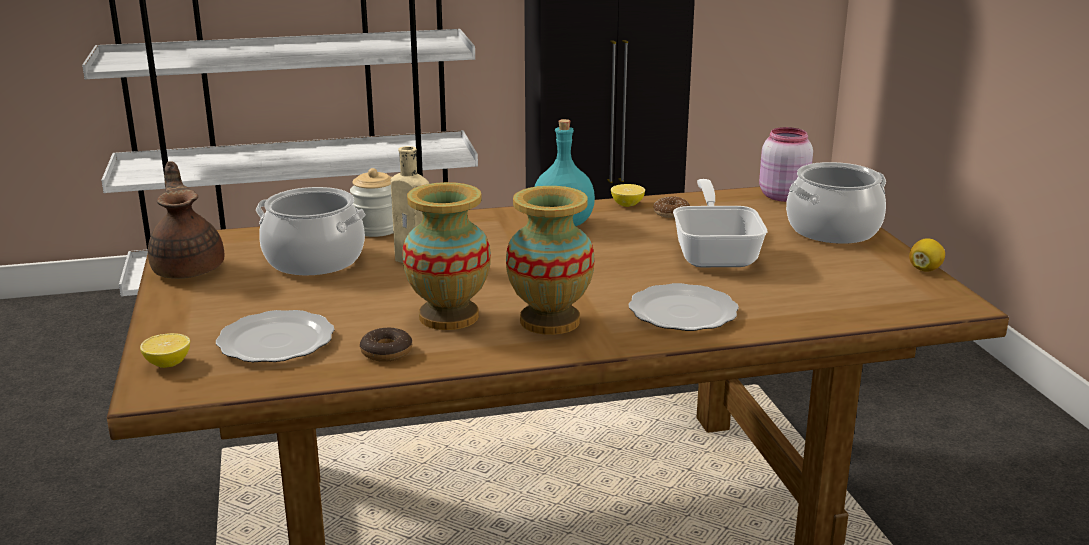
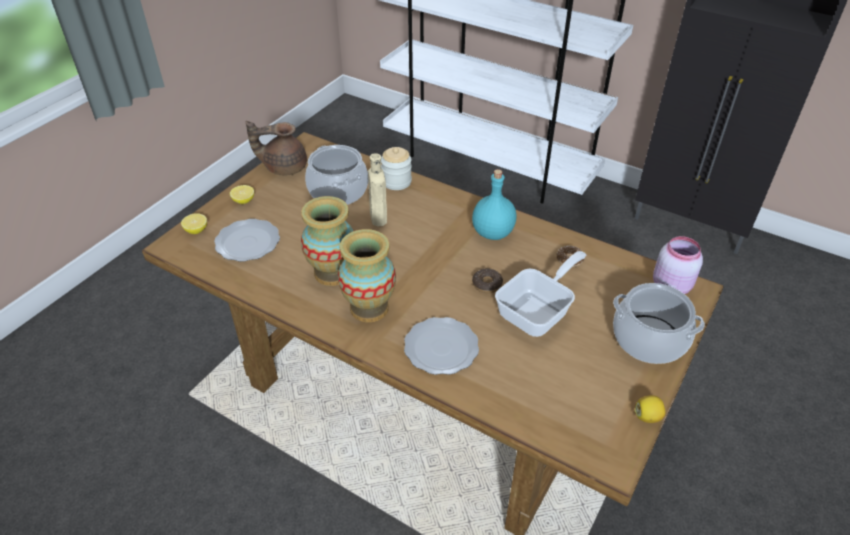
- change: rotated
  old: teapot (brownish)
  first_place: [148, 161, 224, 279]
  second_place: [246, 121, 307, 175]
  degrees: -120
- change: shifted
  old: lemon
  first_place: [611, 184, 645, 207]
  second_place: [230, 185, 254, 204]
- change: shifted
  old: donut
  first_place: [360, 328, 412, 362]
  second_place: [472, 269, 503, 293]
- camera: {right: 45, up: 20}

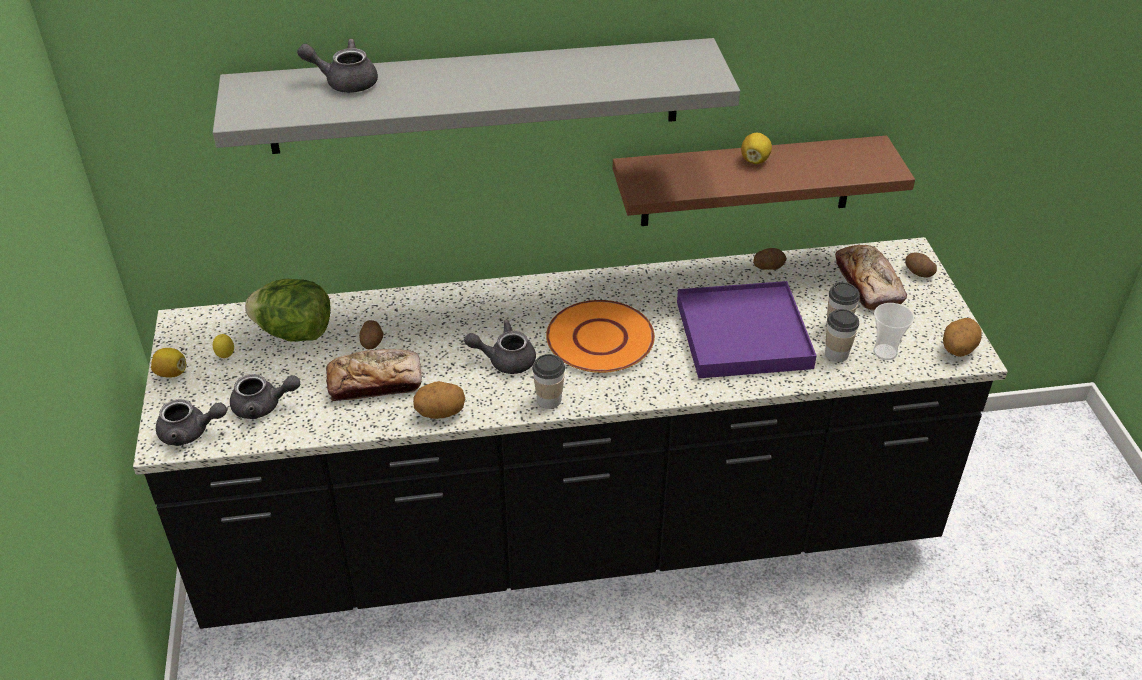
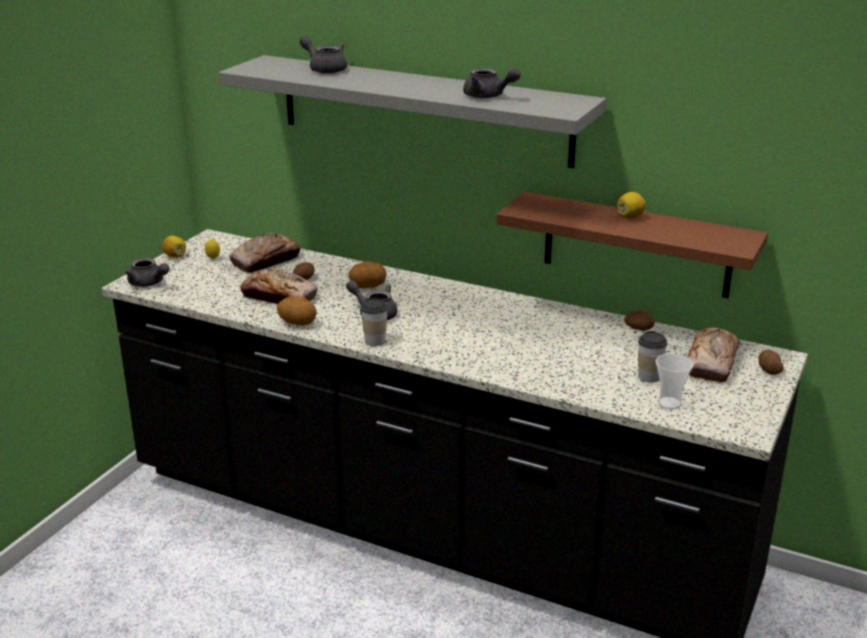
- change: swapped
  old: head of lettuce
  new: bakery bread
  first_place: [245, 279, 331, 342]
  second_place: [229, 233, 301, 273]
- change: gone
  old: carrying tray (purple-coloured)
  first_place: [677, 281, 817, 378]
- change: gone
  old: flat dish (orange)
  first_place: [546, 300, 655, 373]
- change: gone
  old: drinking cup
  first_place: [825, 309, 859, 362]
- change: shifted
  old: spud
  first_place: [943, 318, 982, 357]
  second_place: [348, 261, 387, 289]
- change: shifted
  old: teapot (gray)
  first_place: [230, 374, 300, 419]
  second_place: [463, 68, 521, 98]
- camera: {right: 35, up: -15}

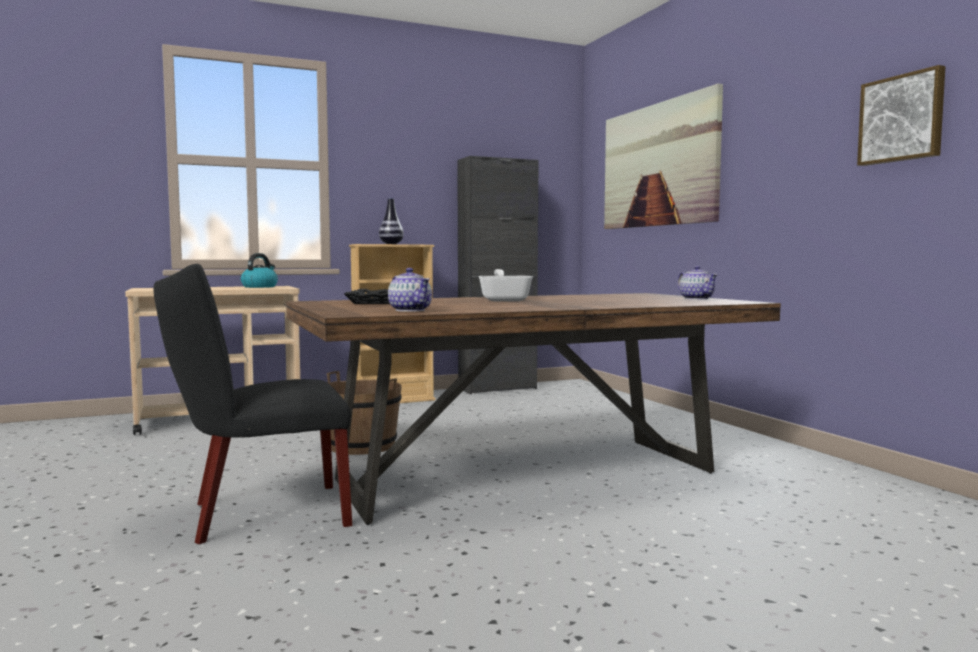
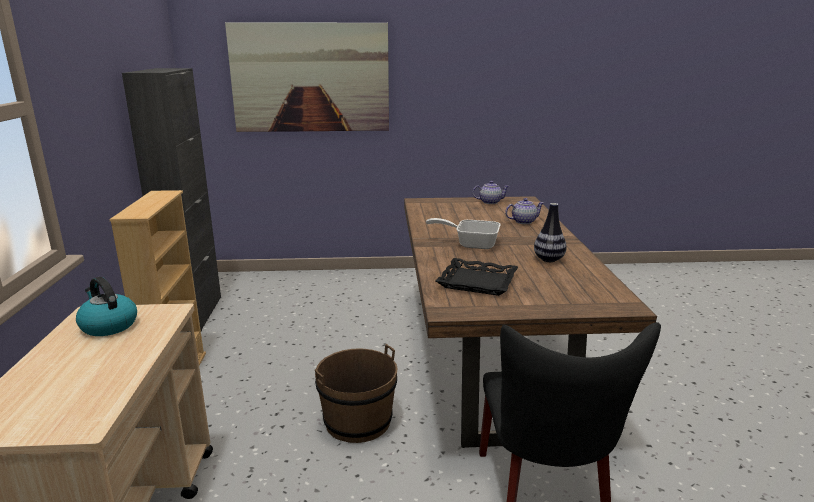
- change: gone
  old: wall picture
  first_place: [857, 65, 946, 166]
- change: shifted
  old: flower vase
  first_place: [379, 198, 404, 244]
  second_place: [534, 203, 566, 262]
- change: shifted
  old: teapot
  first_place: [388, 268, 432, 312]
  second_place: [505, 198, 544, 224]
- camera: {right: -70, up: 15}

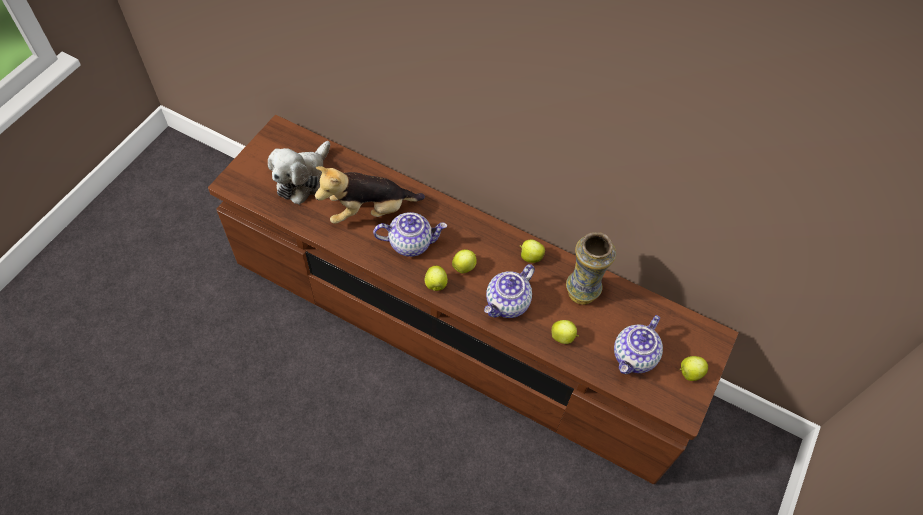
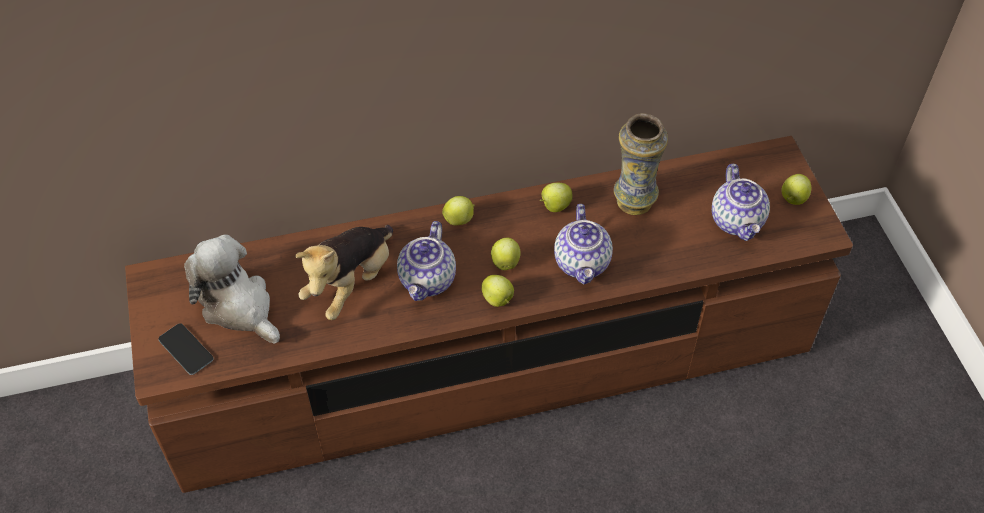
- change: rotated
  old: cuddly toy
  first_place: [268, 141, 330, 204]
  second_place: [184, 235, 280, 344]
  degrees: 150
- change: rotated
  old: teapot
  first_place: [373, 212, 447, 257]
  second_place: [397, 221, 456, 301]
  degrees: 150
- change: shifted
  old: apple
  first_place: [552, 320, 579, 344]
  second_place: [442, 196, 475, 225]
- change: new
  new: telephone
  second_place: [158, 324, 213, 375]
- camera: {right: -40, up: -5}

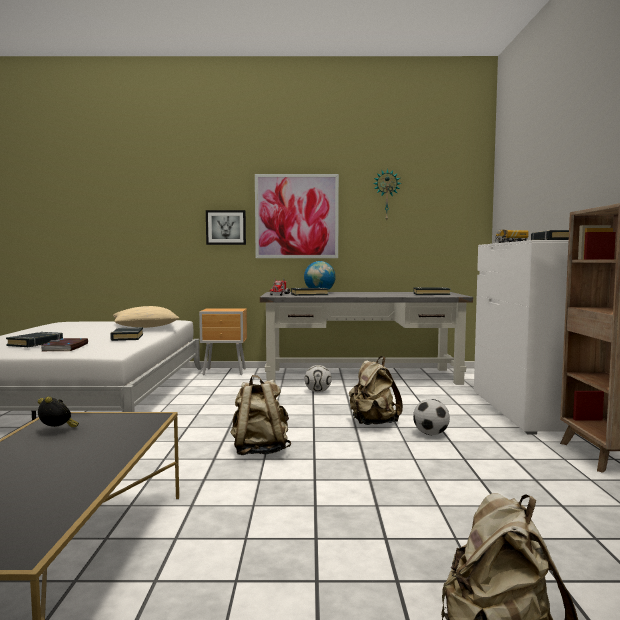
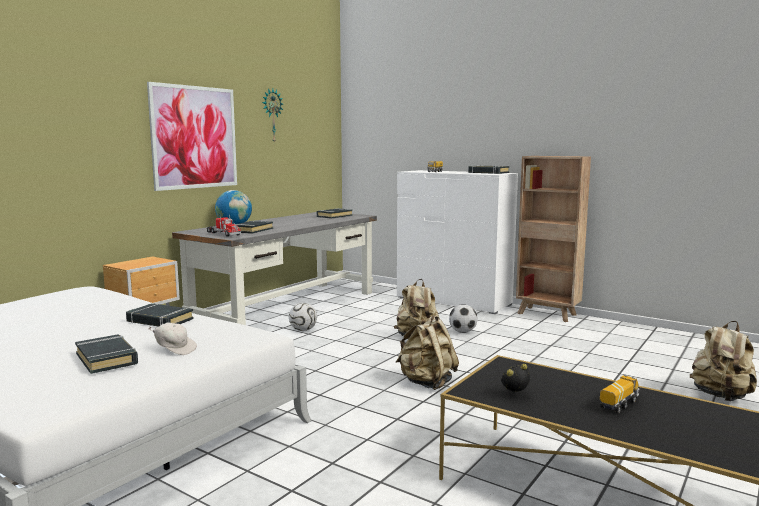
- change: gone
  old: wall picture
  first_place: [206, 210, 246, 245]
- change: gone
  old: pillow (beige)
  first_place: [113, 306, 179, 328]
- change: swapped
  old: book
  new: cap (white)
  first_place: [40, 338, 88, 351]
  second_place: [149, 322, 197, 355]
- change: new
  new: model truck
  second_place: [600, 375, 640, 414]
- camera: {right: -55, up: 5}

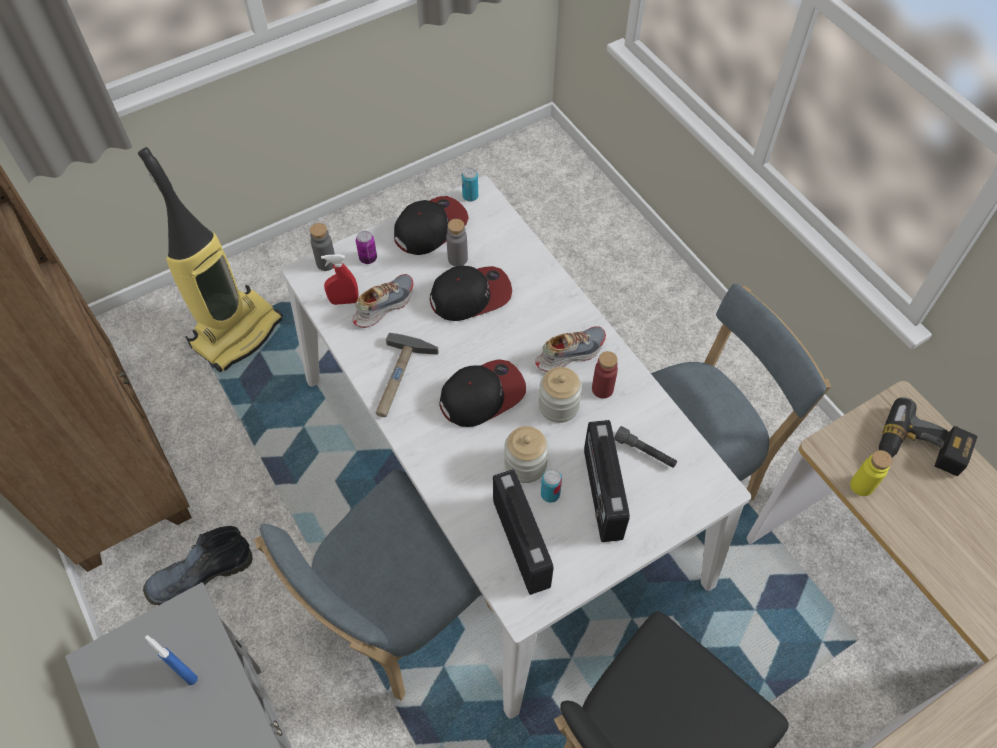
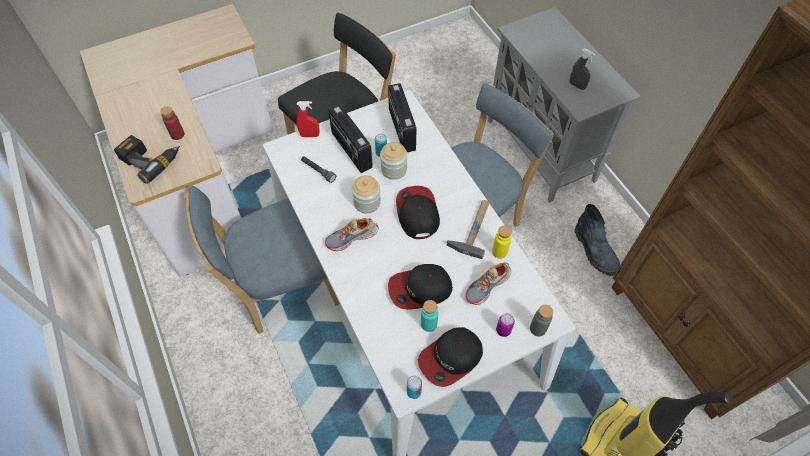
- change: repainted
  old: beverage bottle (gray)
  new: beverage bottle (turquoise-coloured)
  first_place: [446, 219, 468, 267]
  second_place: [421, 300, 438, 332]
- change: shifted
  old: spray bottle (red-coloured)
  first_place: [321, 254, 359, 305]
  second_place: [296, 101, 320, 137]
- change: shifted
  old: beverage bottle (red-coloured)
  first_place: [592, 351, 618, 399]
  second_place: [160, 106, 184, 140]
- change: rotated
  old: cap
  first_place: [440, 359, 526, 427]
  second_place: [396, 186, 440, 239]
  degrees: 105
- change: rotated
  old: radio receiver
  first_place: [584, 420, 630, 542]
  second_place: [328, 105, 373, 173]
  degrees: 150
- change: shifted
  old: beverage bottle (yellowish)
  first_place: [850, 450, 892, 496]
  second_place: [492, 226, 512, 259]
- change: rotated
  old: tall boot
  first_place: [143, 526, 252, 605]
  second_place: [574, 204, 620, 276]
  degrees: 90
- change: repainted
  old: spray bottle (blue)
  new: spray bottle (gray)
  first_place: [145, 635, 198, 685]
  second_place: [569, 49, 596, 90]
- camera: {right: -175, up: 0}

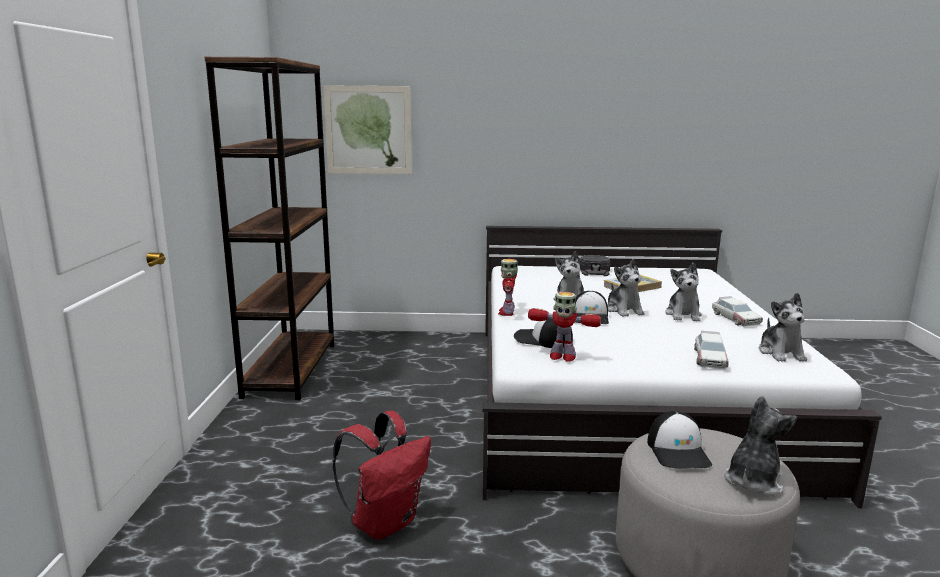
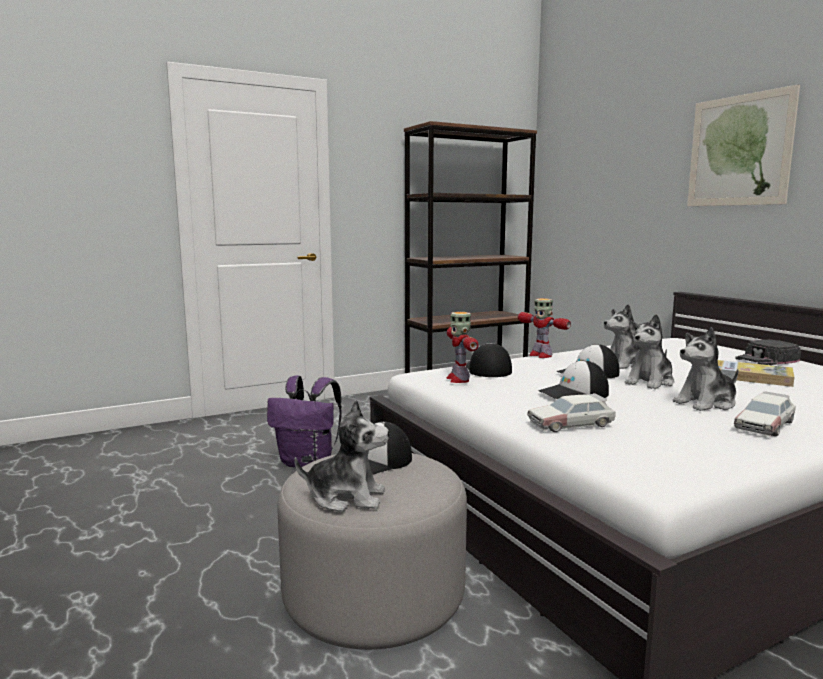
- change: shifted
  old: wall picture
  first_place: [323, 85, 412, 174]
  second_place: [687, 84, 800, 206]
- change: rotated
  old: robot figure
  first_place: [498, 259, 518, 316]
  second_place: [518, 298, 571, 358]
  degrees: -105
- change: gone
  old: cuddly toy
  first_place: [759, 293, 807, 361]
- change: repainted
  old: backpack (red-coloured)
  new: backpack (purple-coloured)
  first_place: [332, 411, 431, 540]
  second_place: [267, 375, 342, 468]
- change: new
  new: cap
  second_place: [538, 360, 609, 399]
- camera: {right: 60, up: -5}

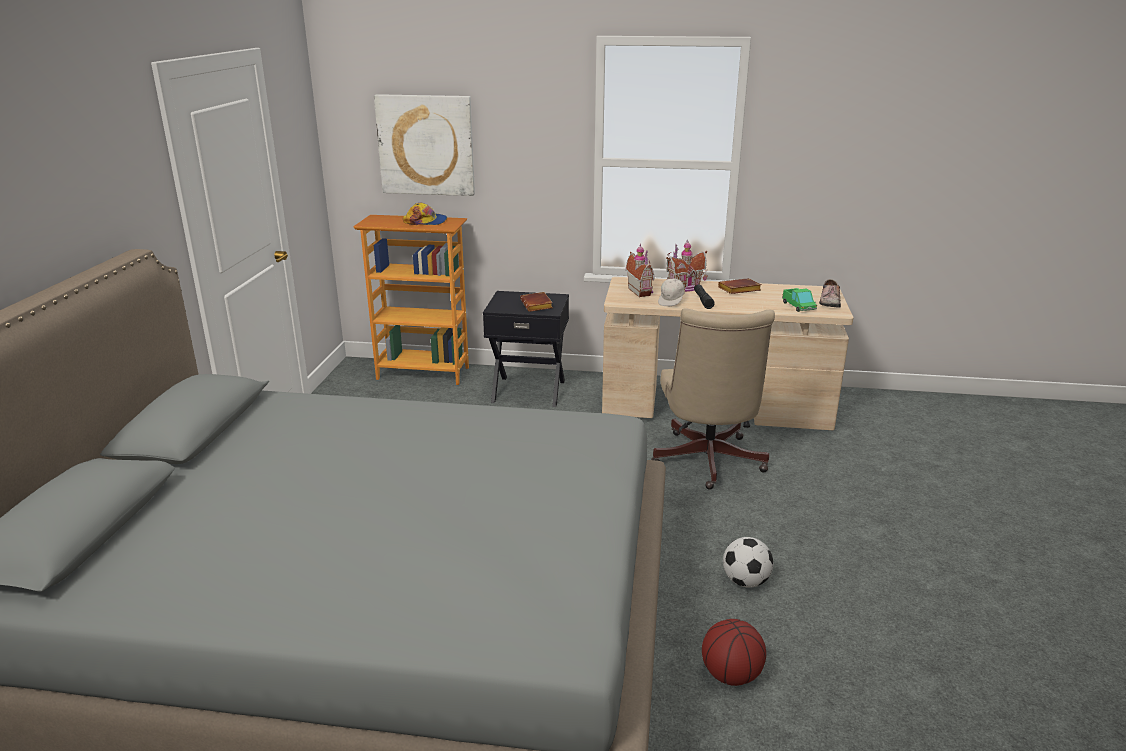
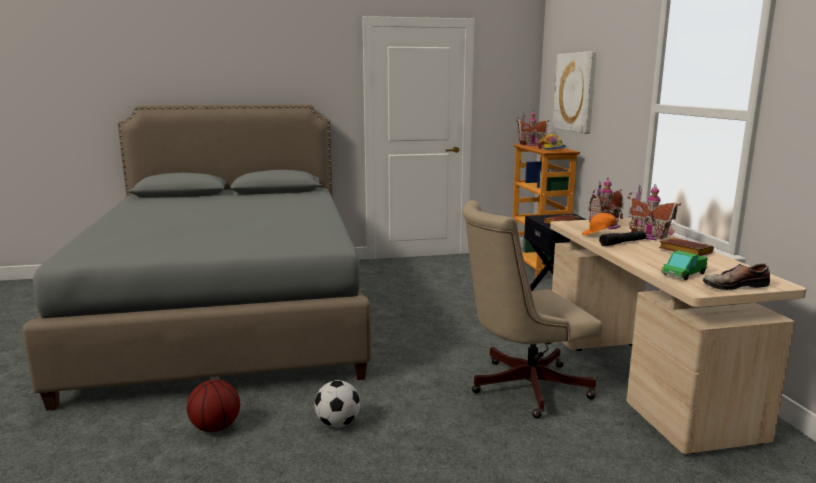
- change: repainted
  old: cap (white)
  new: cap (orange)
  first_place: [658, 278, 685, 306]
  second_place: [582, 213, 623, 235]
- change: new
  new: miniature house
  second_place: [516, 110, 549, 146]
- camera: {right: 70, up: -10}

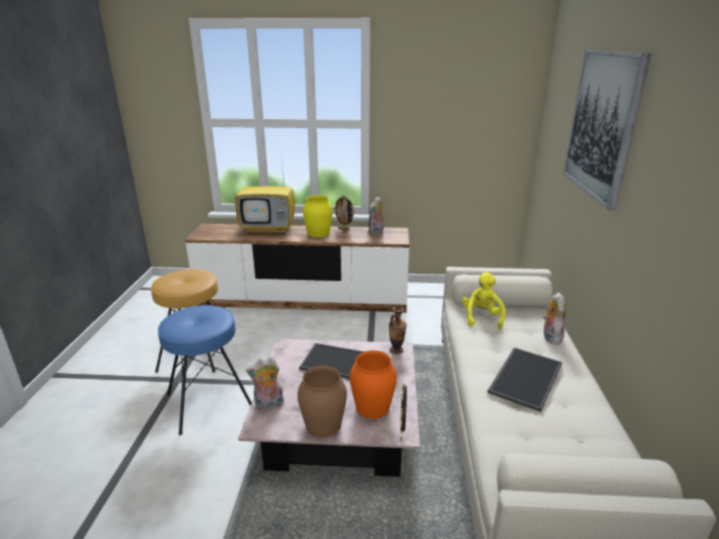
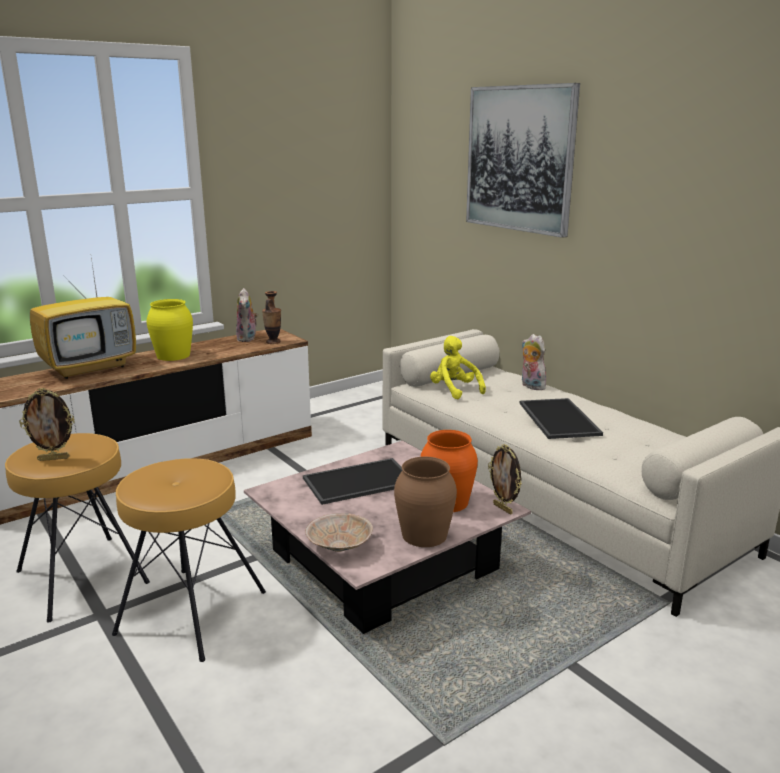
- change: shifted
  old: photo frame
  first_place: [334, 195, 354, 231]
  second_place: [19, 388, 75, 461]
- change: repainted
  old: stool (blue)
  new: stool (brownish)
  first_place: [158, 305, 252, 435]
  second_place: [112, 458, 266, 662]
- change: shifted
  old: flower vase
  first_place: [389, 307, 406, 354]
  second_place: [262, 291, 281, 344]
- change: swapped
  old: cuddly toy
  new: serving bowl (beige)
  first_place: [246, 357, 285, 409]
  second_place: [305, 513, 373, 552]
- camera: {right: -40, up: -5}

